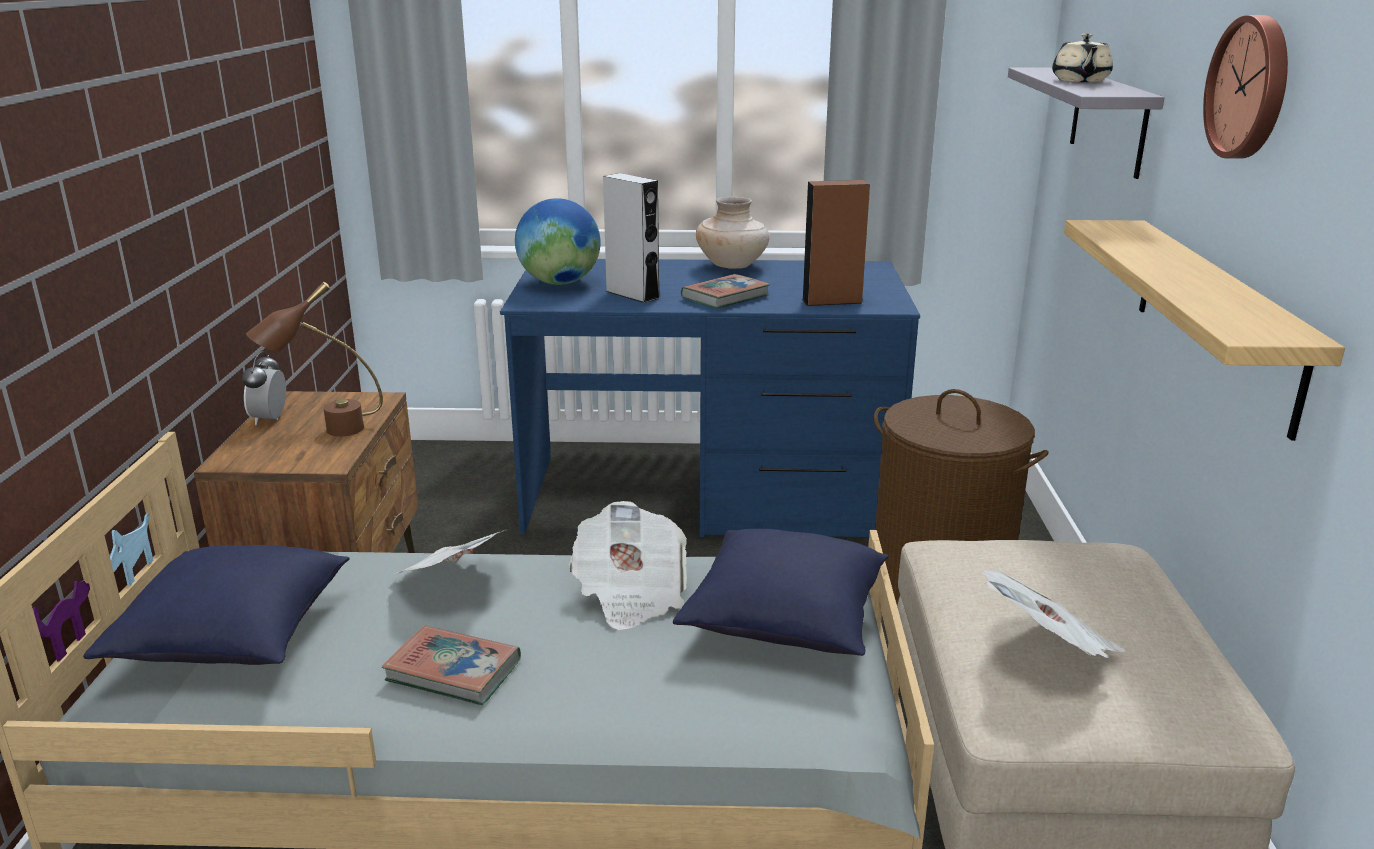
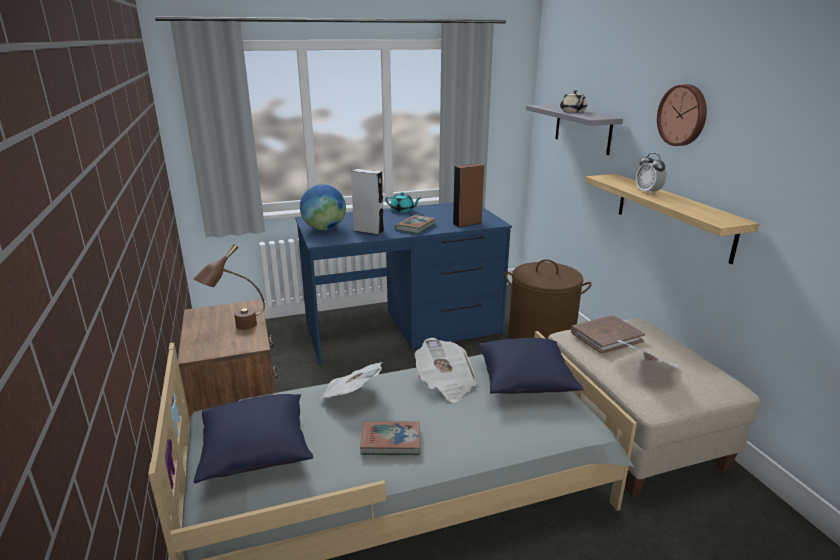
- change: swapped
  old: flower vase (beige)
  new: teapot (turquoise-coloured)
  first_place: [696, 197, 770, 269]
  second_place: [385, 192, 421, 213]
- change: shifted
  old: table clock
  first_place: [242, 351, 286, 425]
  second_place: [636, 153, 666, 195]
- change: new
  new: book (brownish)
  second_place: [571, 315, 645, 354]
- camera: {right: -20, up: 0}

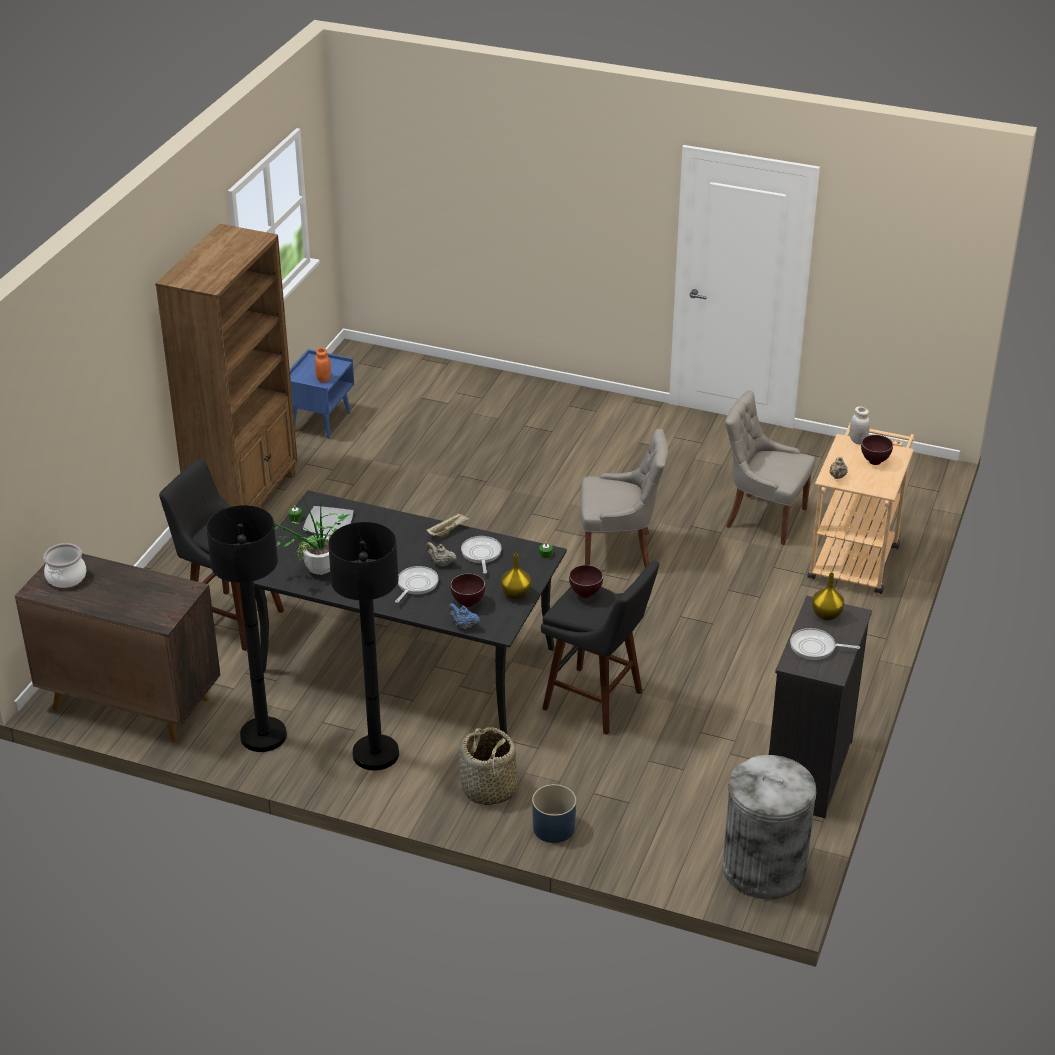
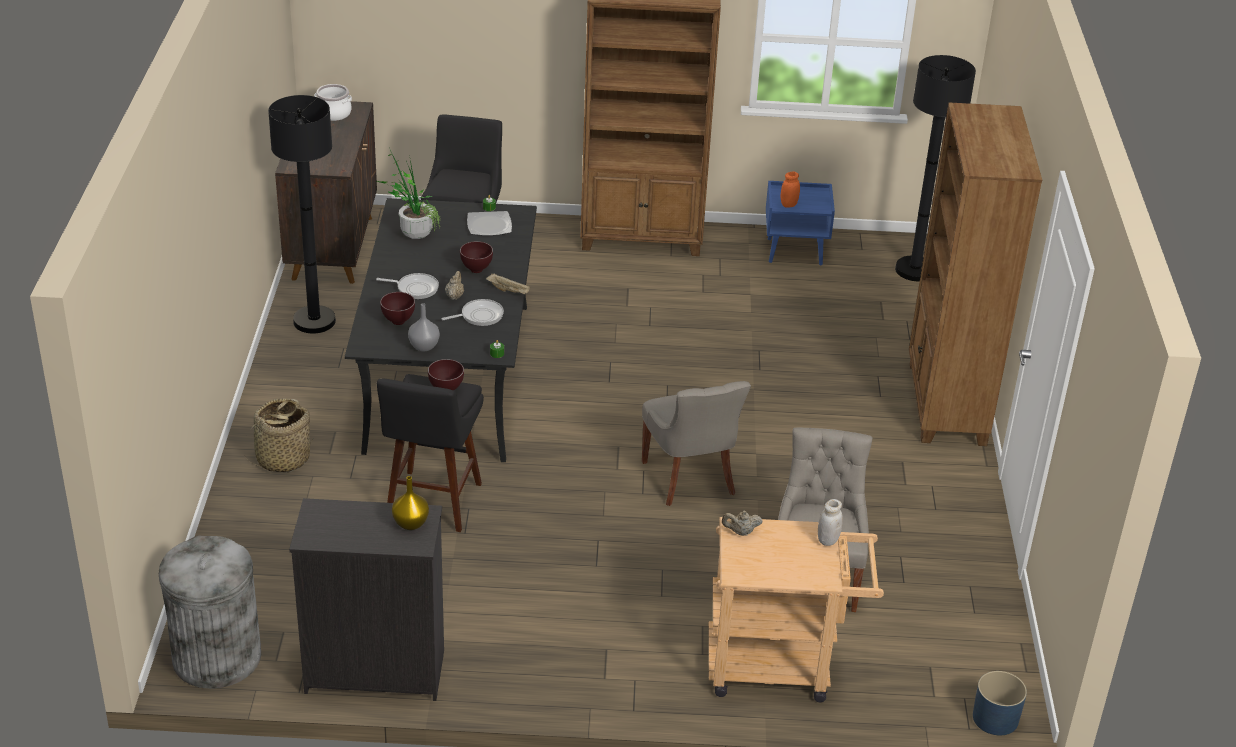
- change: shifted
  old: serving bowl (brownish)
  first_place: [861, 435, 893, 465]
  second_place: [460, 241, 493, 273]
- change: shifted
  old: floor lamp (blackish)
  first_place: [328, 522, 399, 770]
  second_place: [895, 55, 976, 281]
- change: repainted
  old: flower vase (yellowish)
  new: flower vase (gray)
  first_place: [501, 554, 531, 599]
  second_place: [408, 303, 440, 351]
- change: gone
  old: teapot (blue)
  first_place: [448, 603, 480, 629]
- change: gone
  old: skillet
  first_place: [790, 628, 860, 660]
- change: shifted
  old: plant pot (blue)
  first_place: [532, 784, 576, 843]
  second_place: [973, 671, 1027, 735]
- change: new
  new: shelving unit (brownish)
  second_place: [909, 103, 1042, 446]
- camera: {right: 70, up: 0}

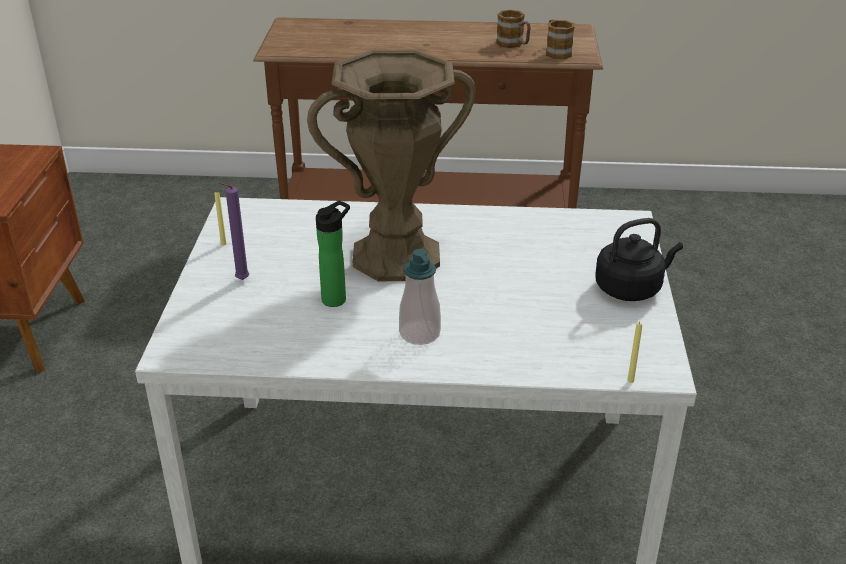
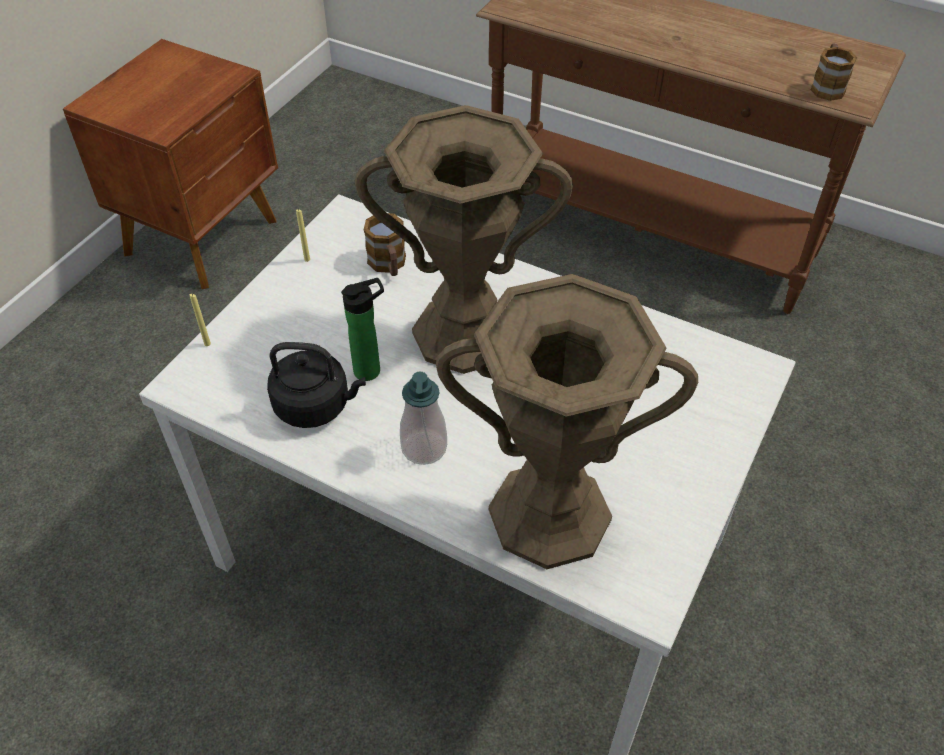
- change: shifted
  old: mug
  first_place: [496, 10, 531, 48]
  second_place: [363, 213, 406, 276]
- change: gone
  old: wax light (purple-coloured)
  first_place: [219, 183, 249, 280]
- change: shifted
  old: water kettle (blackish)
  first_place: [595, 218, 683, 301]
  second_place: [267, 342, 366, 428]
- change: shifted
  old: wax light (yellowish)
  first_place: [627, 322, 642, 383]
  second_place: [190, 294, 211, 346]
- change: new
  new: flower vase (brownish)
  second_place: [436, 274, 698, 569]
- camera: {right: 25, up: 15}

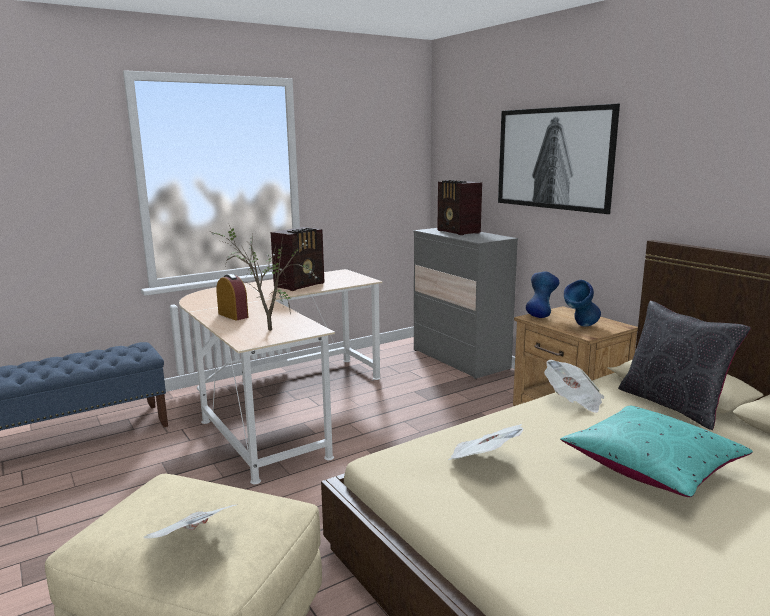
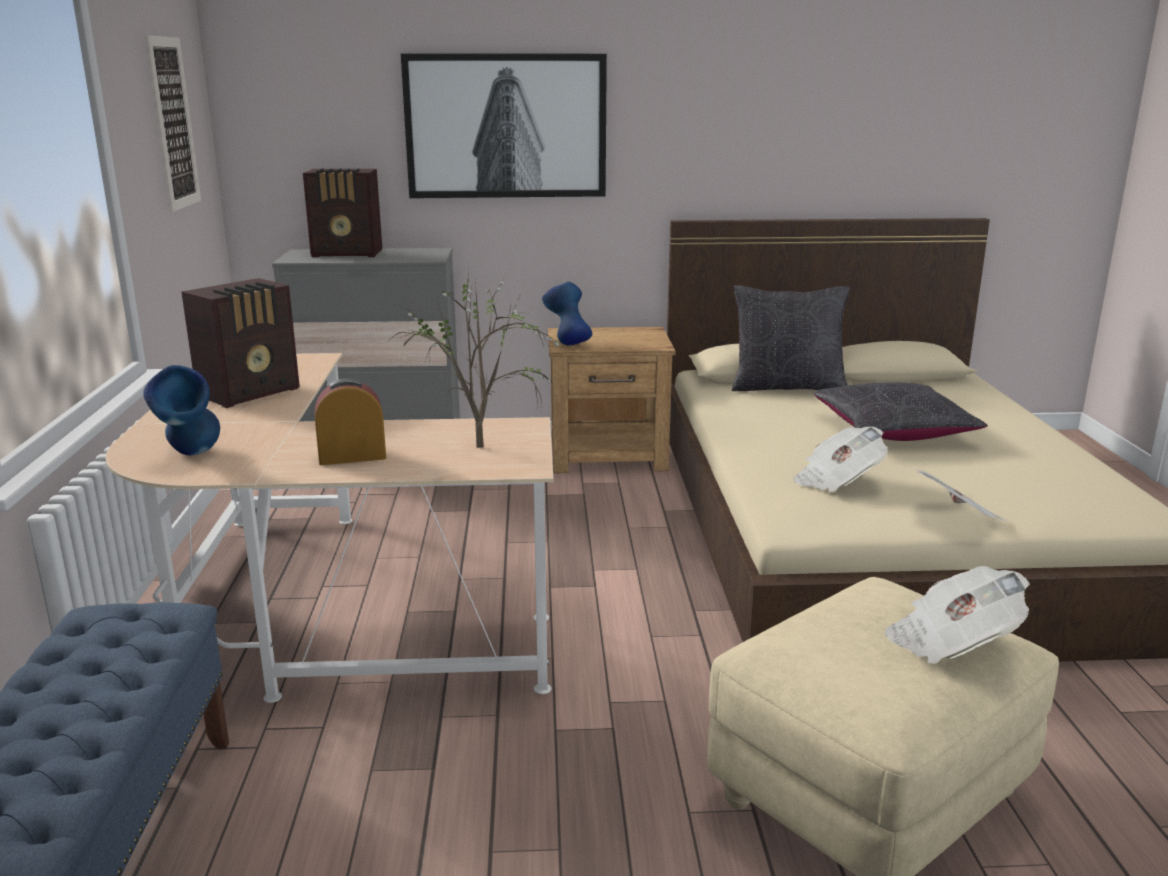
- change: rotated
  old: radio receiver
  first_place: [271, 227, 324, 291]
  second_place: [182, 278, 300, 408]
  degrees: 60
- change: shifted
  old: flower vase (blue)
  first_place: [564, 280, 601, 327]
  second_place: [143, 365, 220, 455]
- change: shifted
  old: newspaper
  first_place: [544, 360, 604, 413]
  second_place: [917, 470, 1009, 521]
- change: repainted
  old: pillow (turquoise-coloured)
  new: pillow (blackish)
  first_place: [560, 406, 753, 497]
  second_place: [814, 382, 988, 441]
- change: new
  new: wall picture
  second_place: [144, 35, 201, 212]
- camera: {right: -60, up: 5}

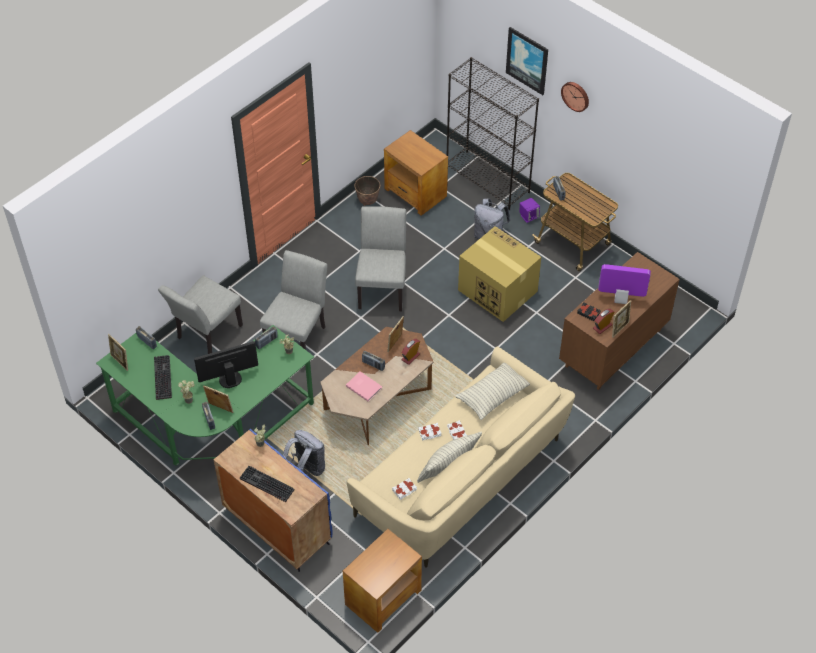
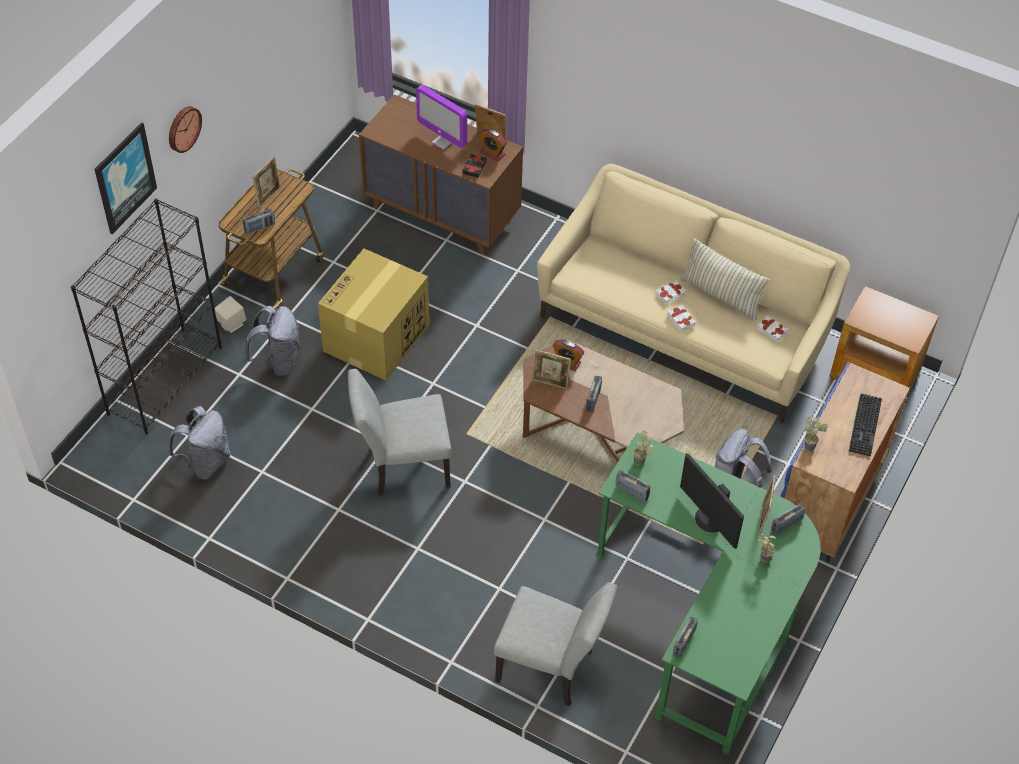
- change: swapped
  old: accent table (brownish)
  new: backpack (gray)
  first_place: [384, 130, 448, 216]
  second_place: [169, 406, 231, 480]
- change: gone
  old: plant pot
  first_place: [354, 176, 380, 206]
- change: repainted
  old: audio speaker (purple-coloured)
  new: audio speaker (beige)
  first_place: [520, 198, 540, 223]
  second_place: [215, 296, 247, 333]
- change: gone
  old: chair (gray)
  first_place: [260, 250, 327, 350]
- change: rotated
  old: computer display
  first_place: [598, 264, 651, 304]
  second_place: [416, 85, 467, 150]
  degrees: -45
- change: shifted
  old: photo frame
  first_place: [108, 334, 128, 371]
  second_place: [252, 156, 281, 208]
- change: gone
  old: computer keyboard
  first_place: [154, 355, 172, 400]
- change: gone
  old: pillow
  first_place: [455, 362, 530, 420]
- change: gone
  old: book (pinkish)
  first_place: [346, 371, 382, 402]
- camera: {right: -105, up: 0}

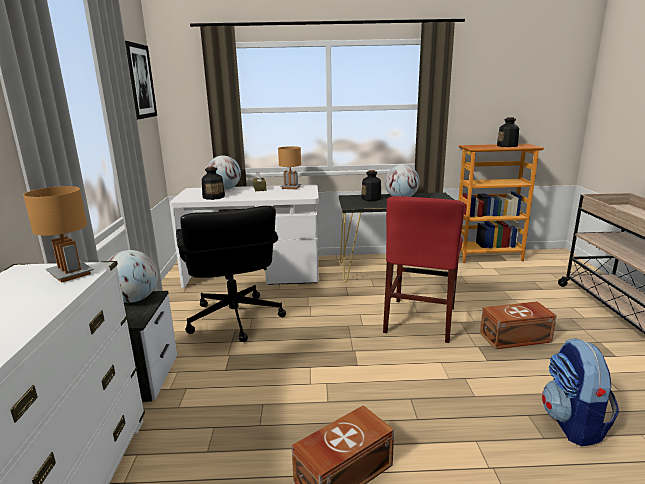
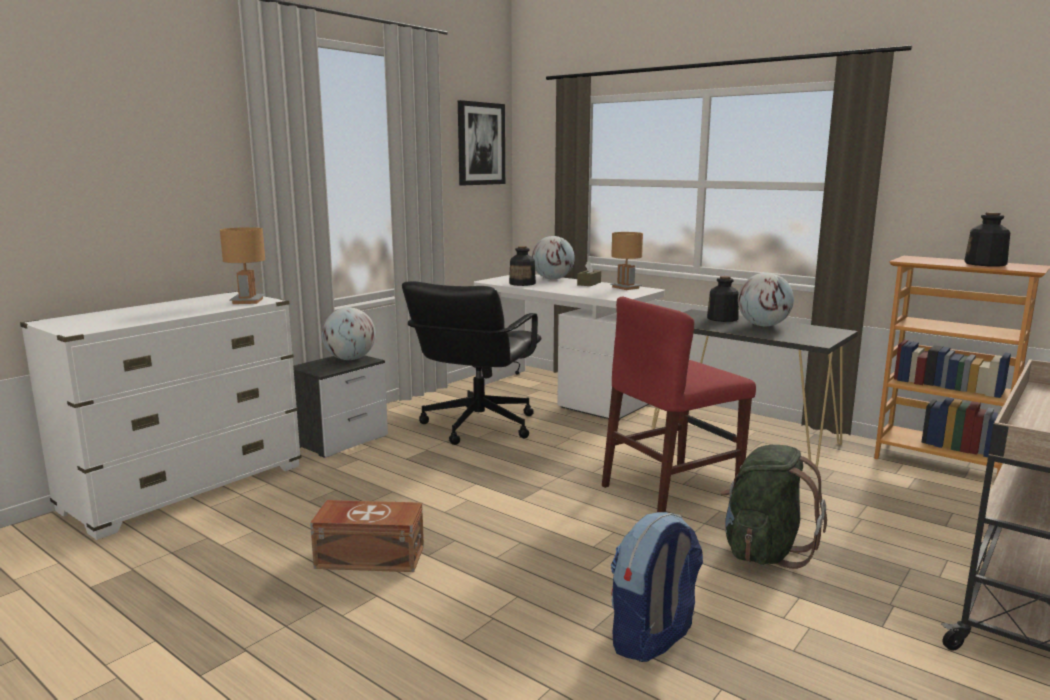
- change: swapped
  old: storage container (brownish)
  new: backpack (green)
  first_place: [480, 301, 557, 349]
  second_place: [720, 445, 827, 569]
- camera: {right: 40, up: -5}

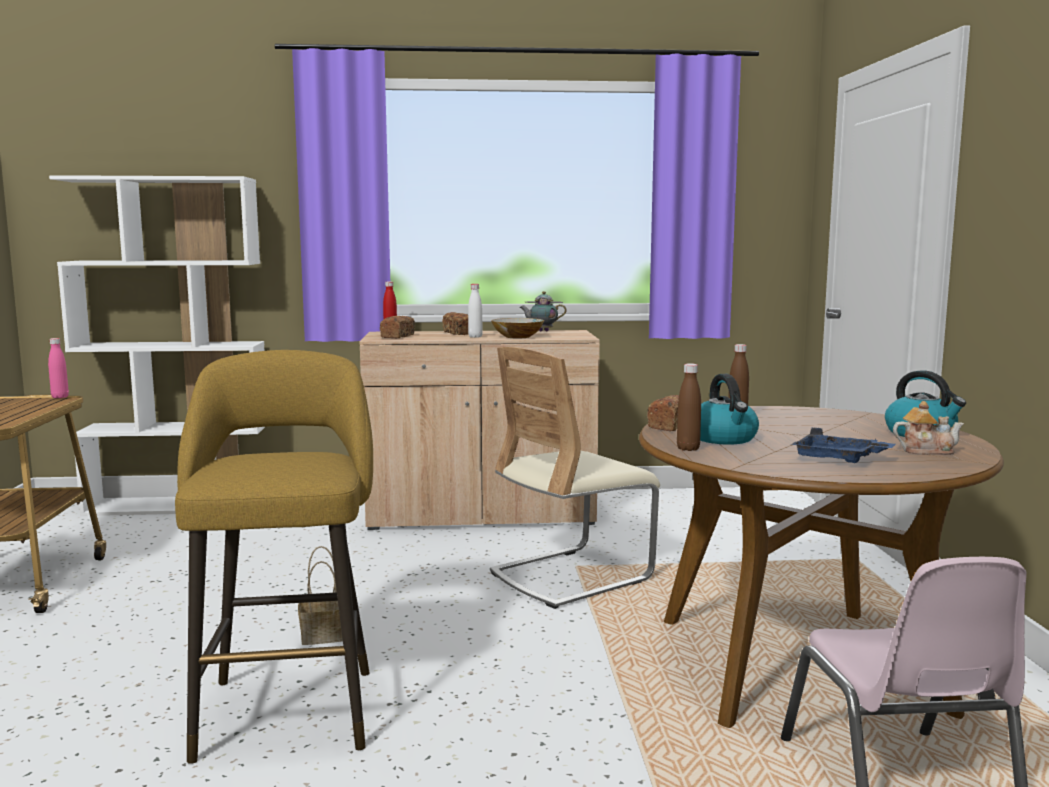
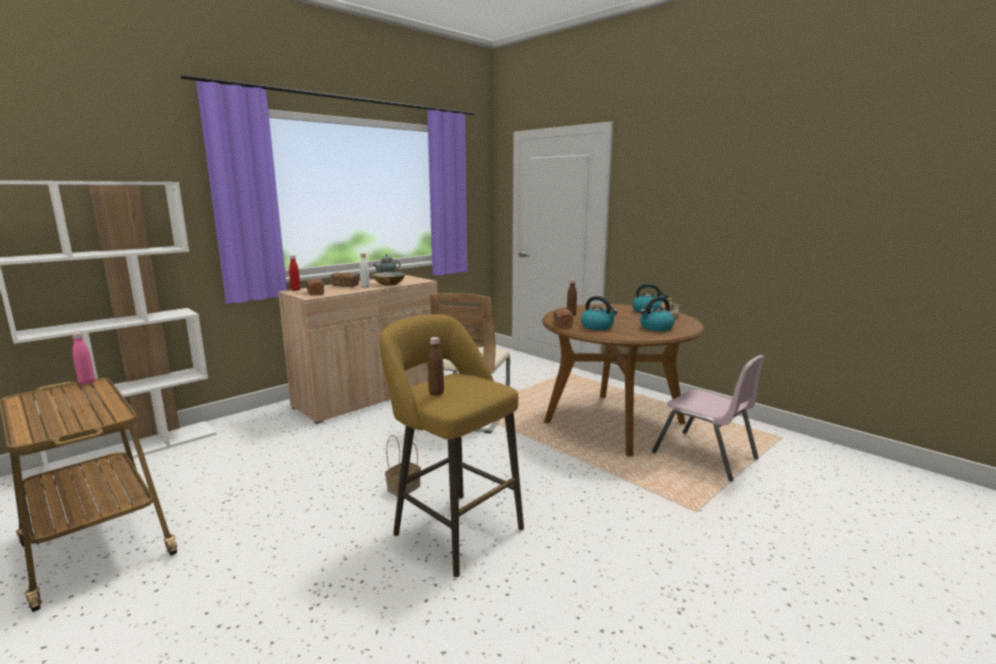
- change: shifted
  old: beverage bottle (brownish)
  first_place: [677, 363, 701, 451]
  second_place: [428, 337, 444, 396]
- change: swapped
  old: carrying tray (blue)
  new: water kettle
  first_place: [791, 428, 896, 463]
  second_place: [640, 297, 675, 331]
- camera: {right: -40, up: 5}

